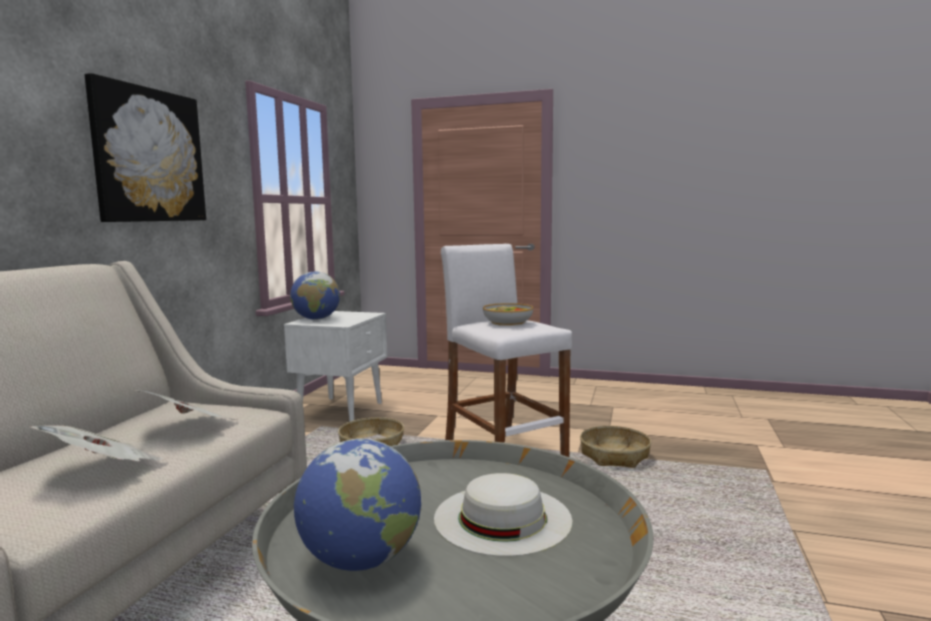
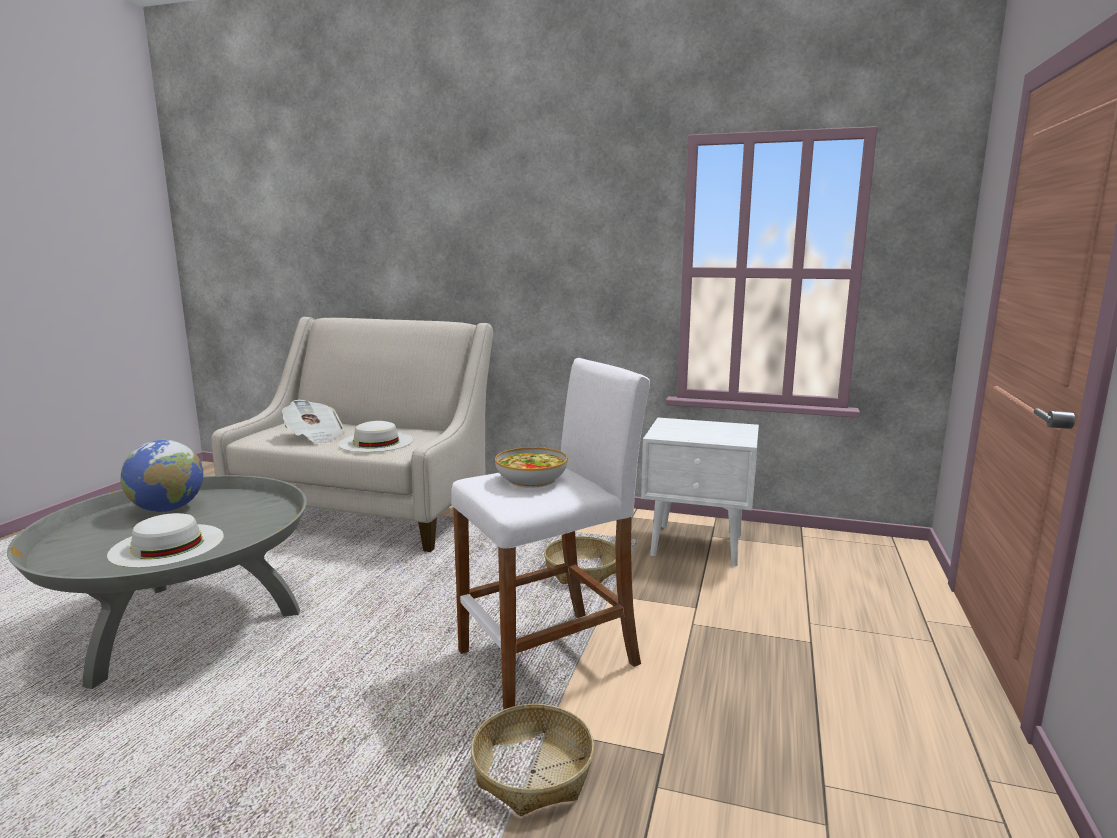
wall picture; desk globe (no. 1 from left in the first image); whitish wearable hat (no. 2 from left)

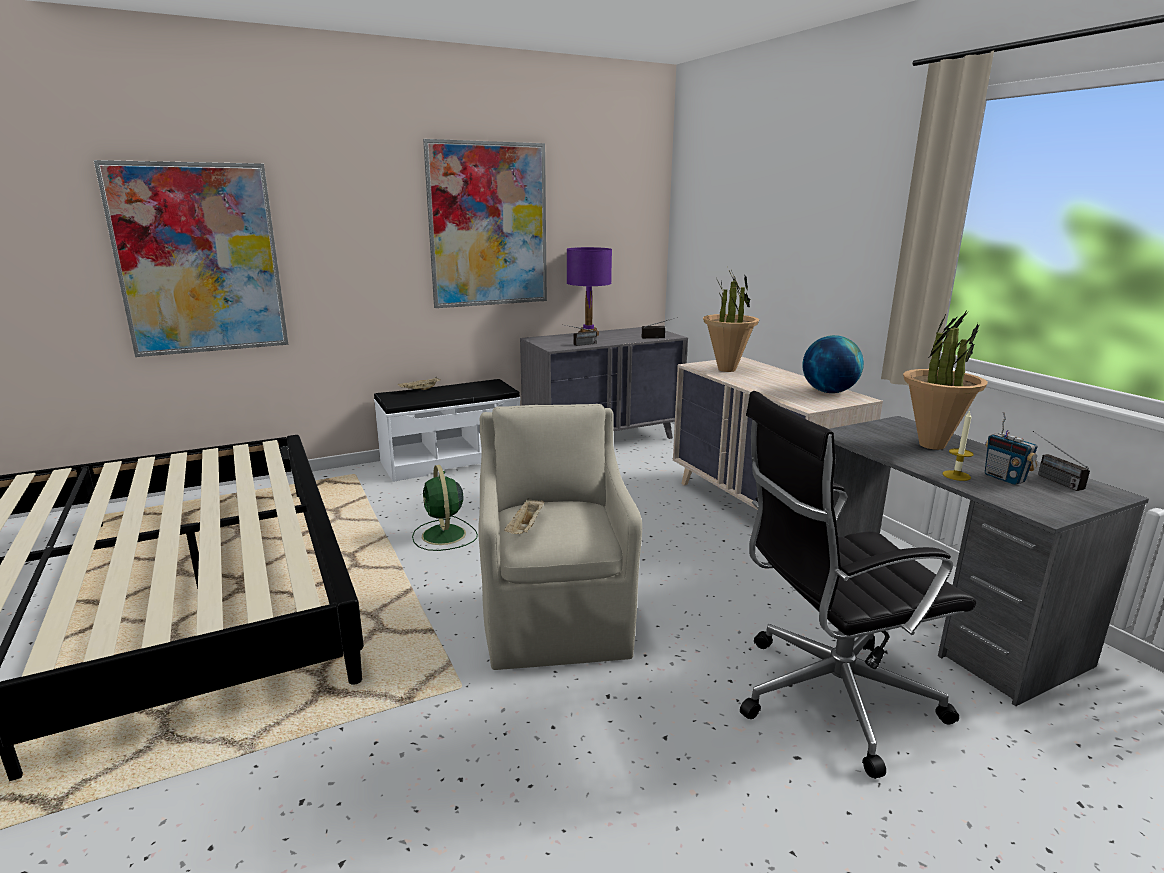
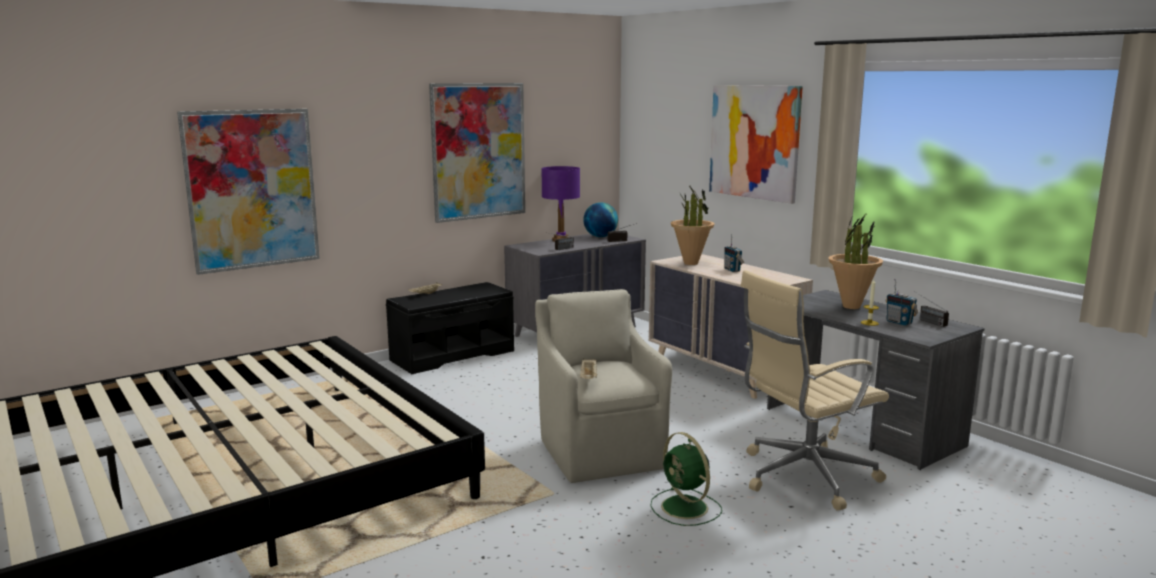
wall picture (no. 3 from left); radio (no. 3 from left); green fan; desk globe; blackish indoor bench; beige computer chair

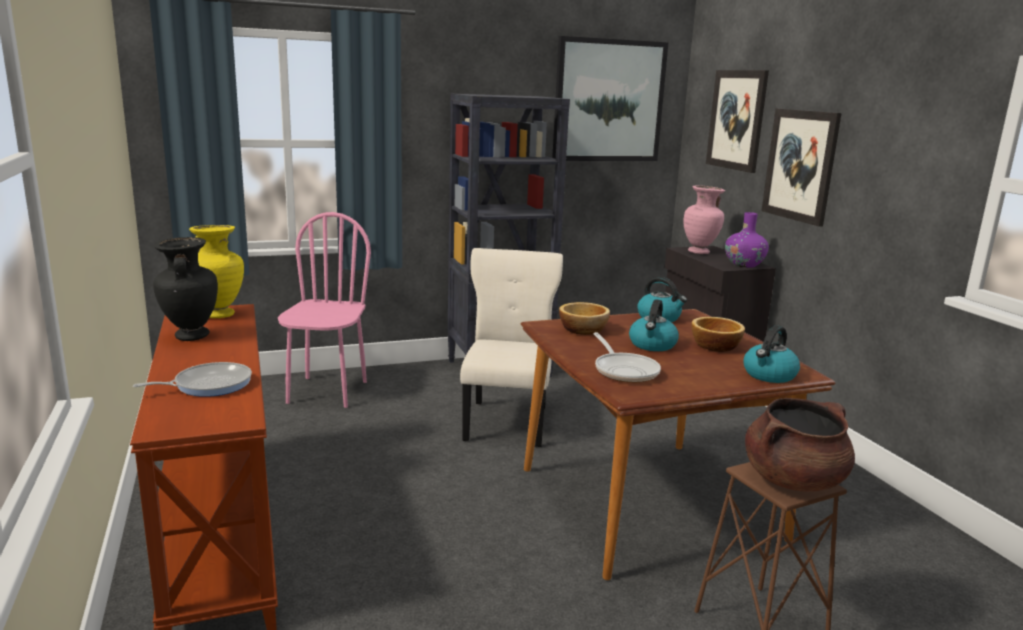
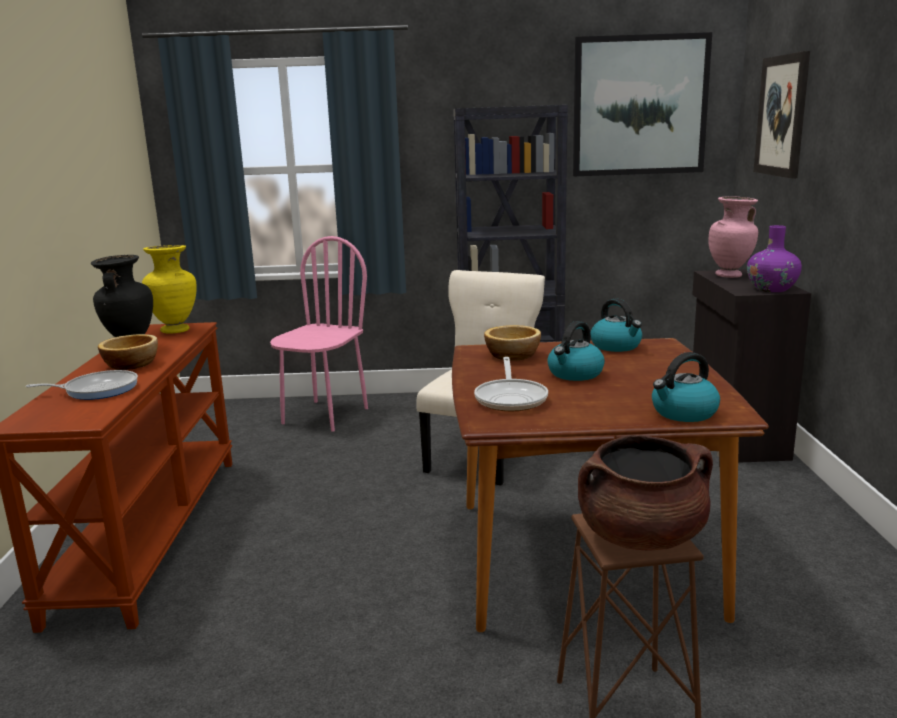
wall picture (no. 3 from left in the first image); bowl (no. 1 from left)

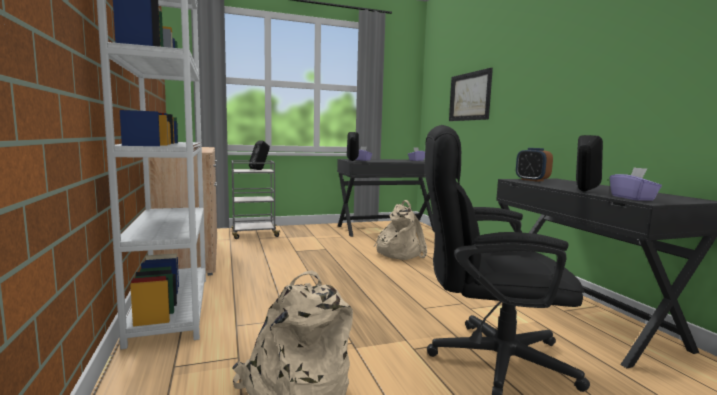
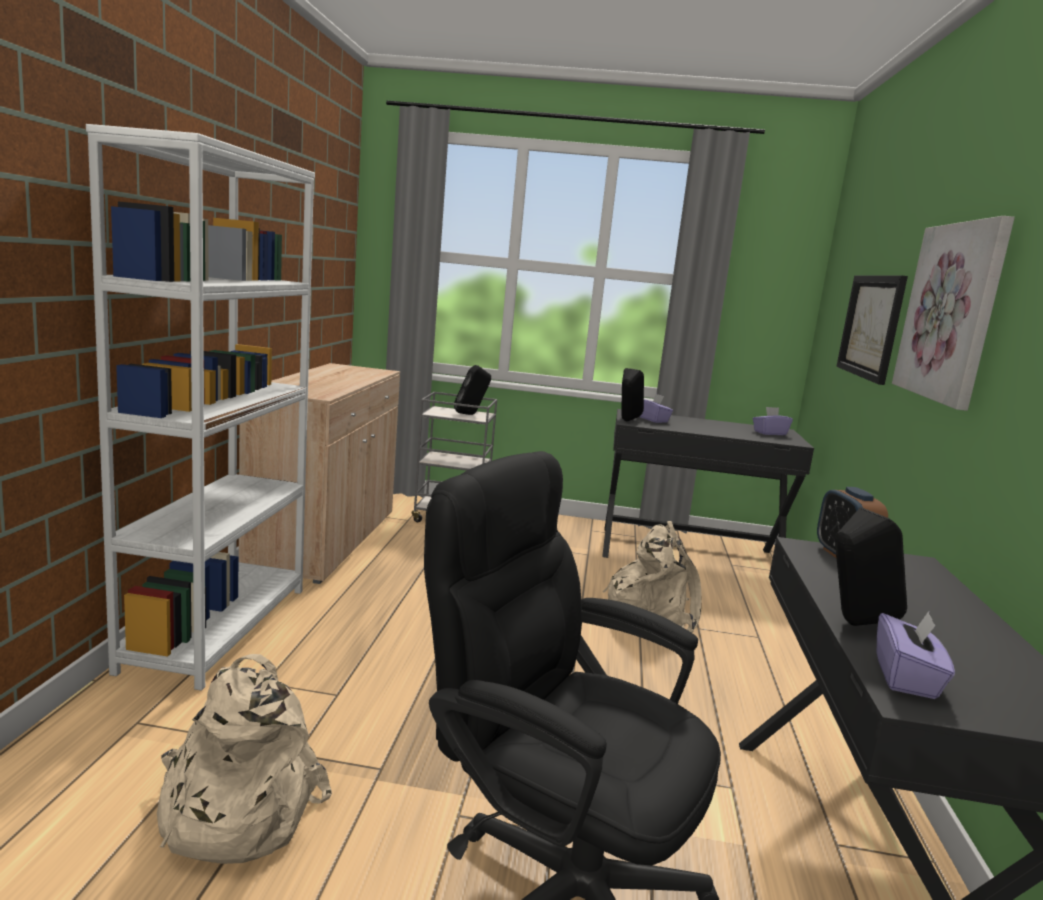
wall picture (no. 2 from left)

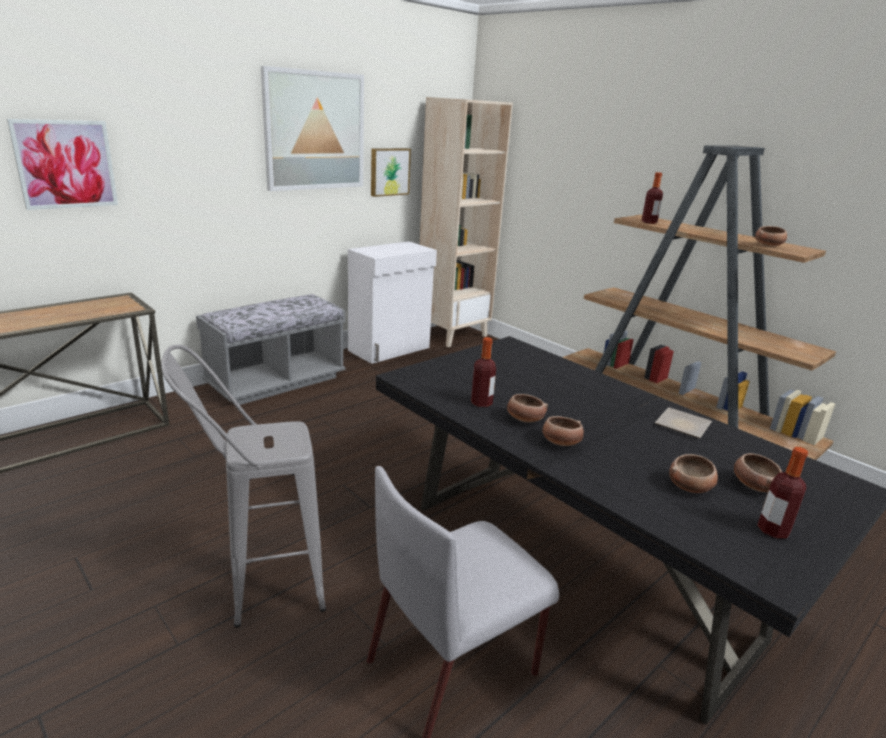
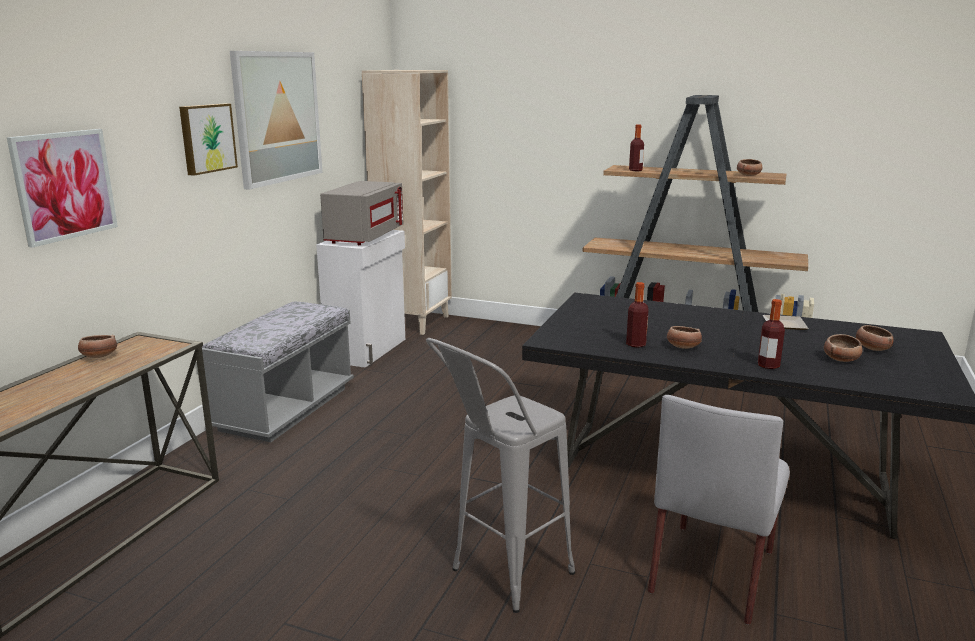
gray microwave; wall picture (no. 2 from left); bowl (no. 1 from left); bottle (no. 3 from left)

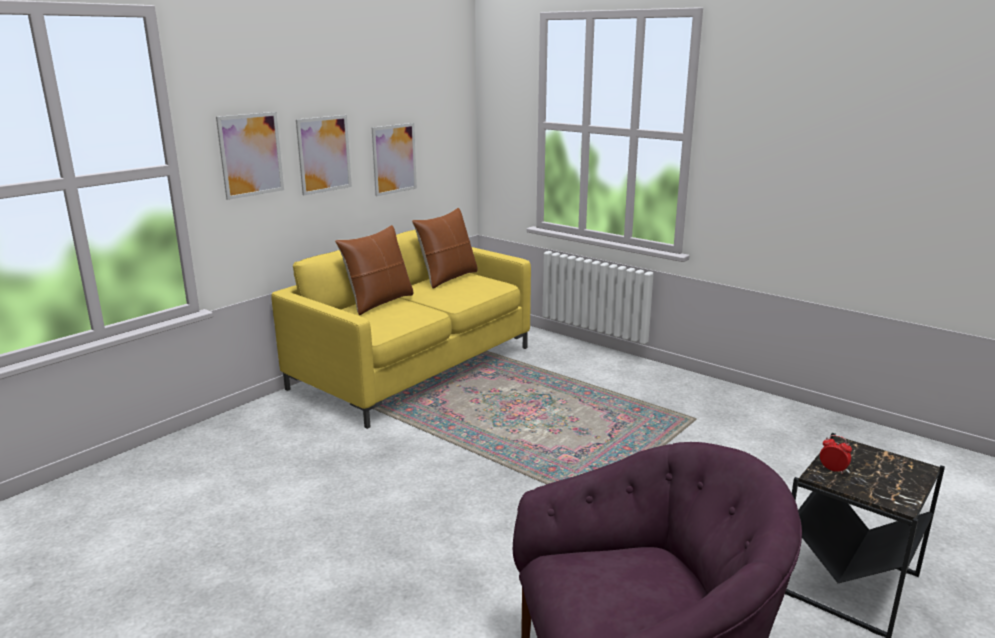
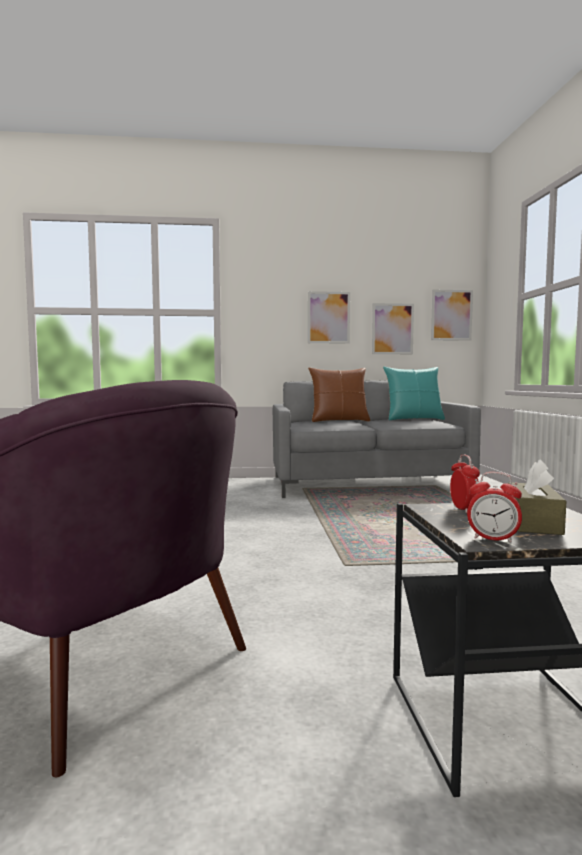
table clock (no. 2 from left); brownish tissue box; wall picture (no. 3 from left); gray settee; turquoise cushion

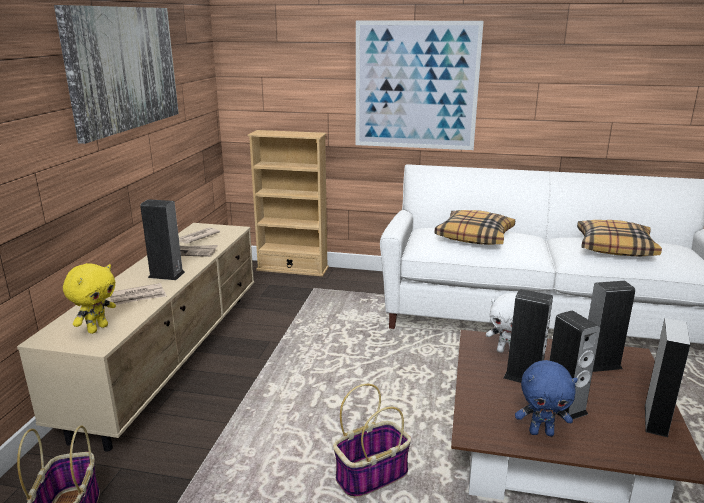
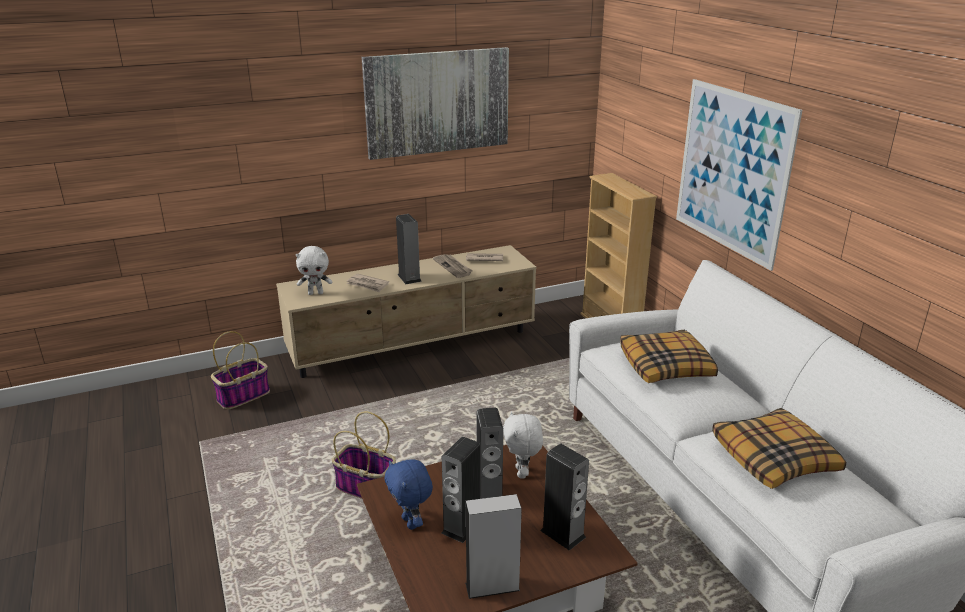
whitish plush toy (no. 1 from left)

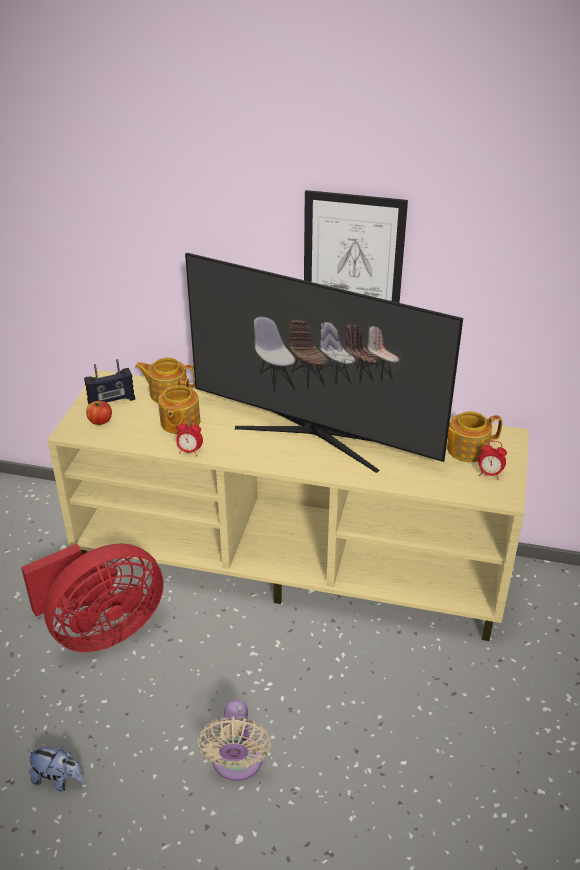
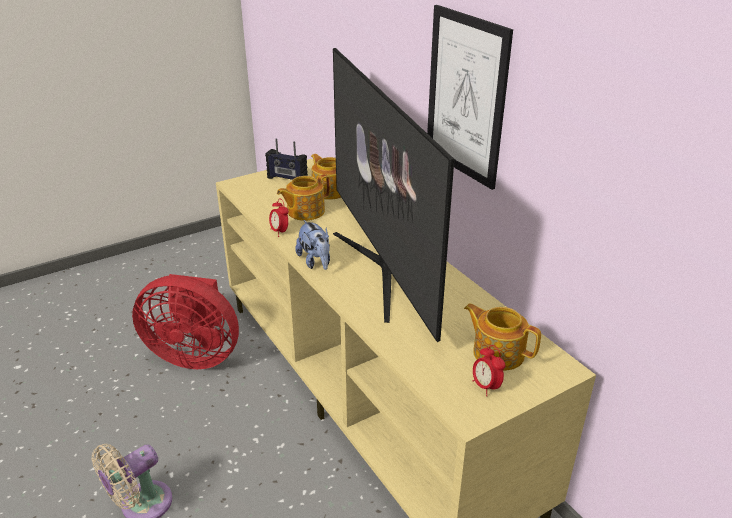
apple fruit; plush toy

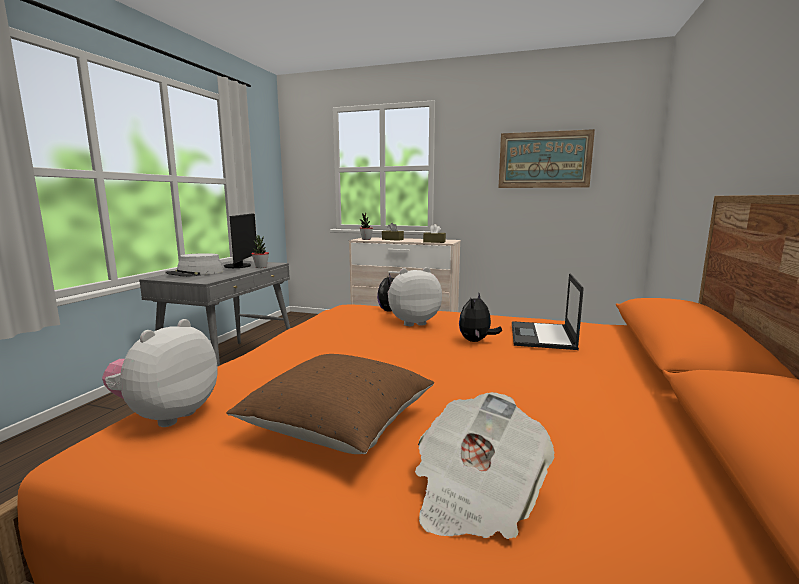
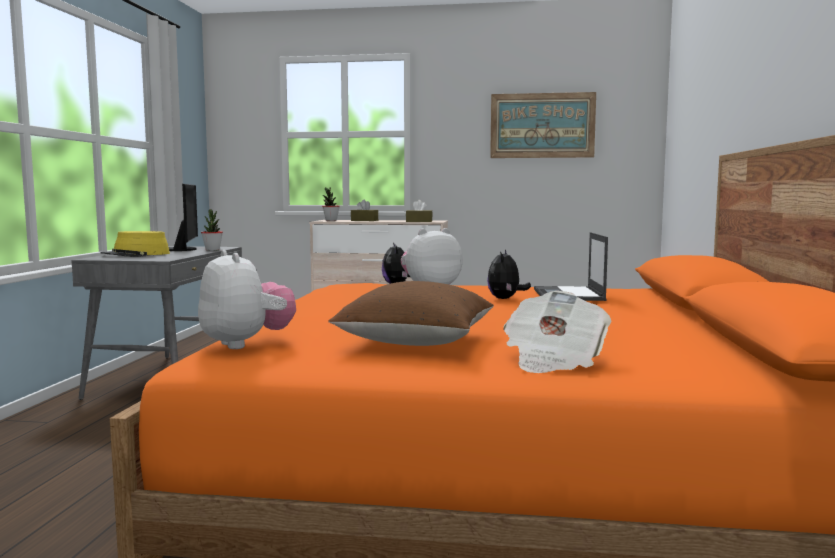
yellowish wearable hat; plush toy (no. 1 from left)

